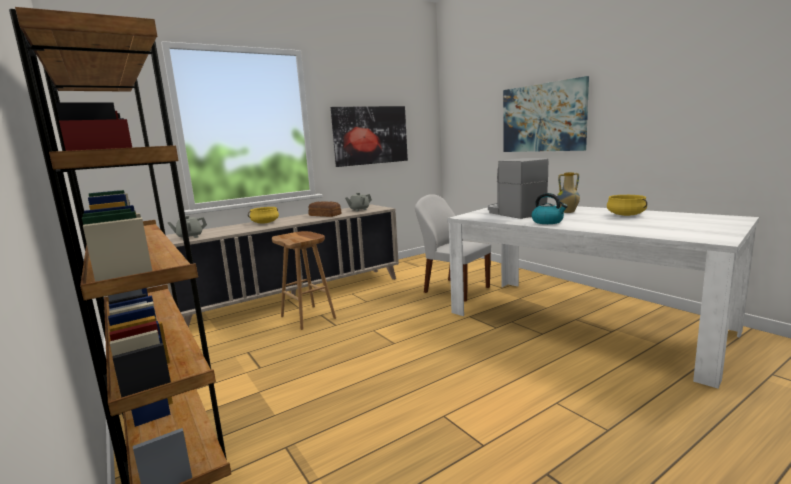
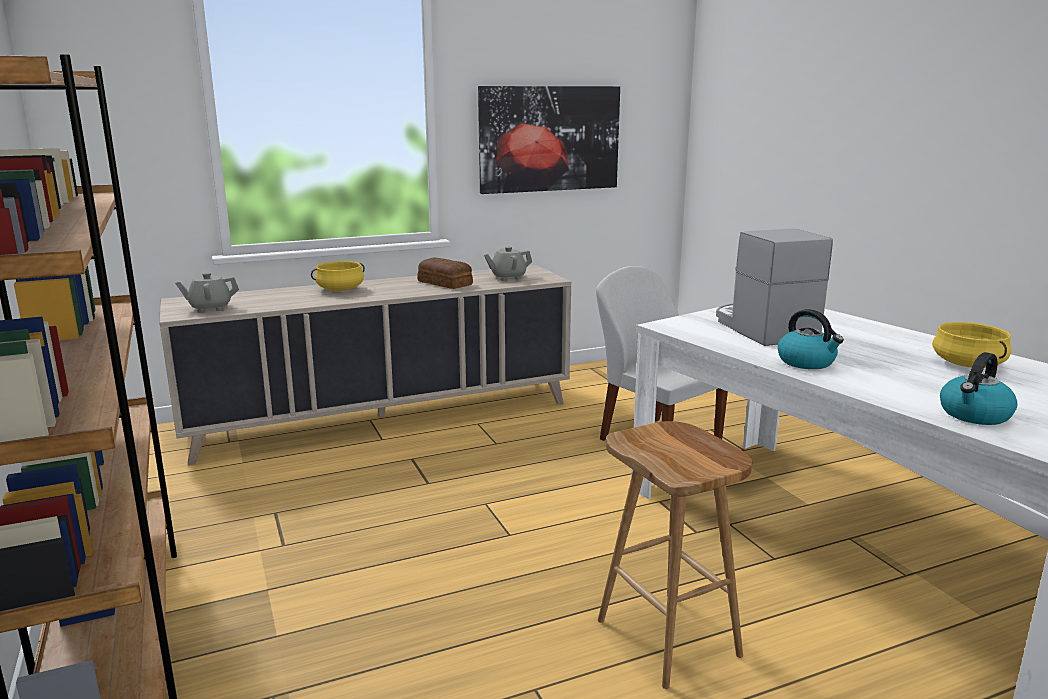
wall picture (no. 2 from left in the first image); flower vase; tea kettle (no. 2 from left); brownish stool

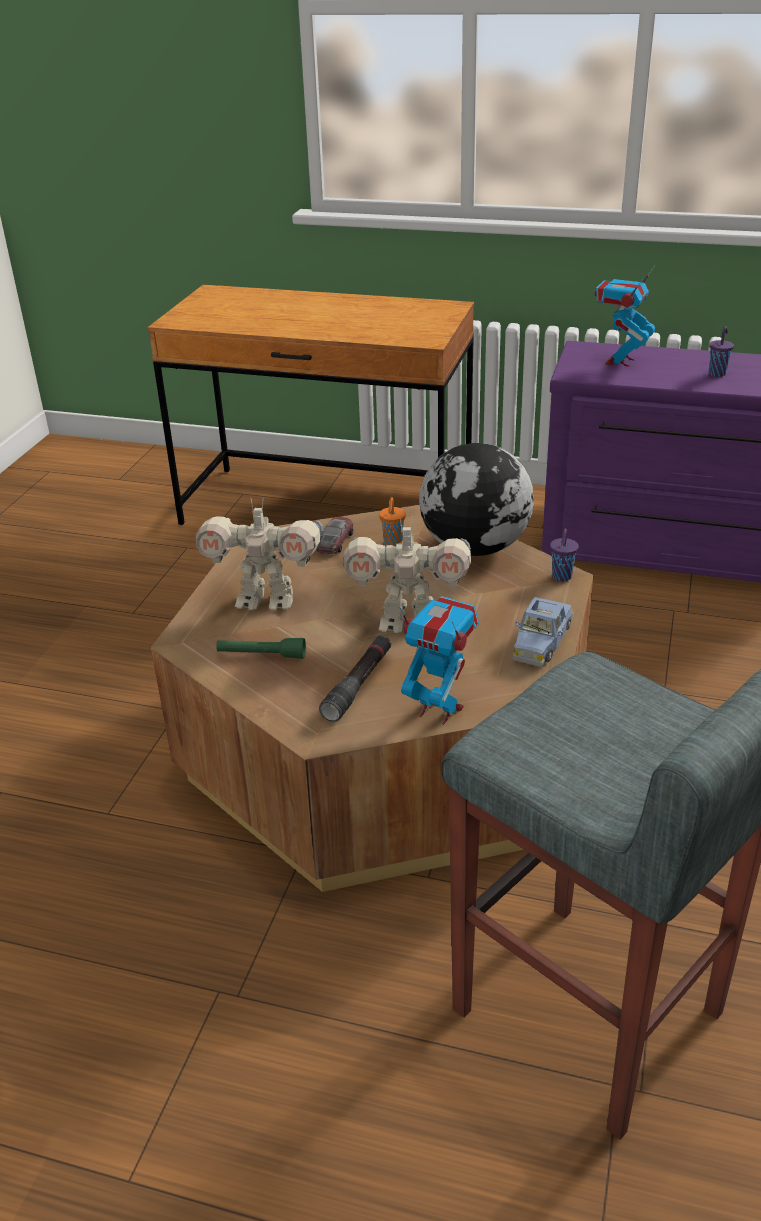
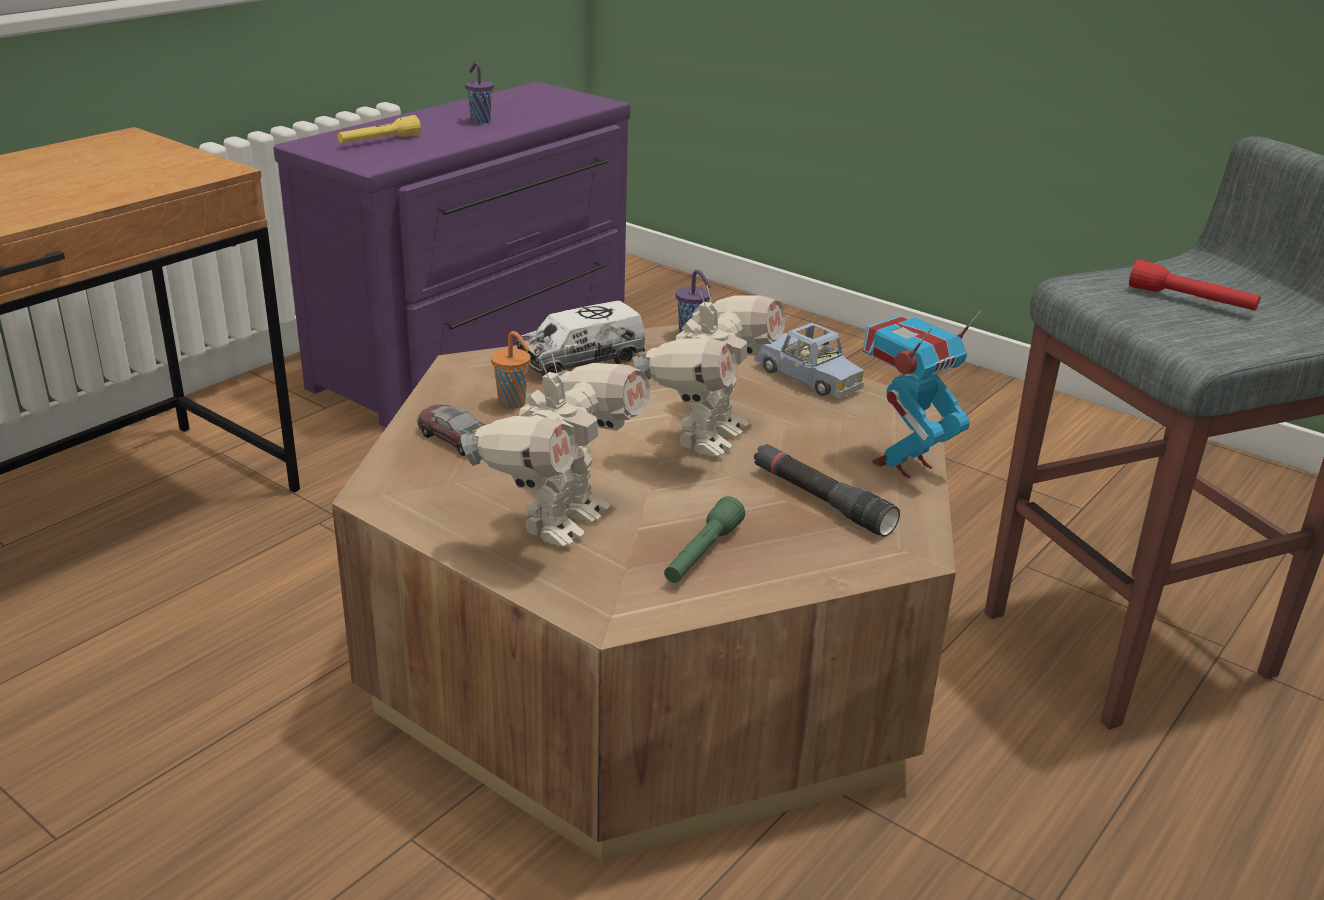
red hand torch; toy lorry; yellowish hand torch

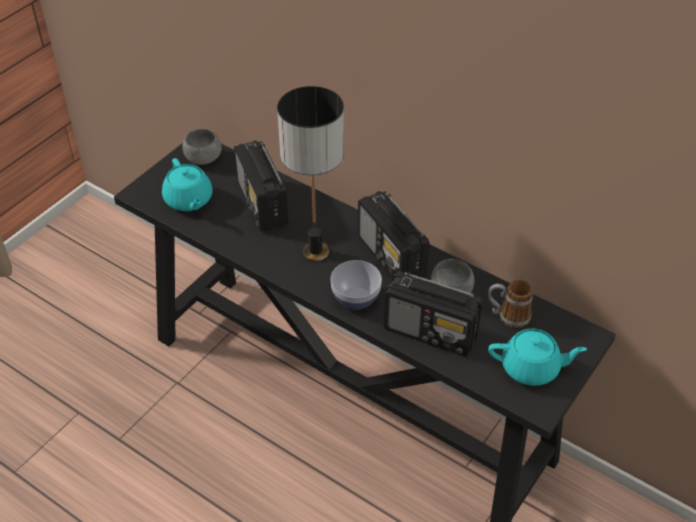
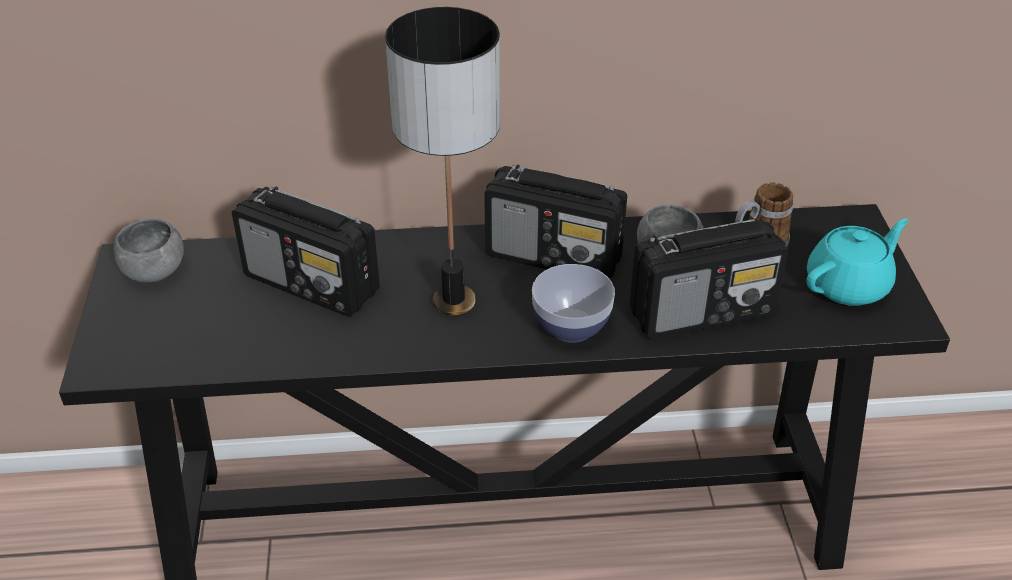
turquoise pot for tea (no. 1 from left in the first image)

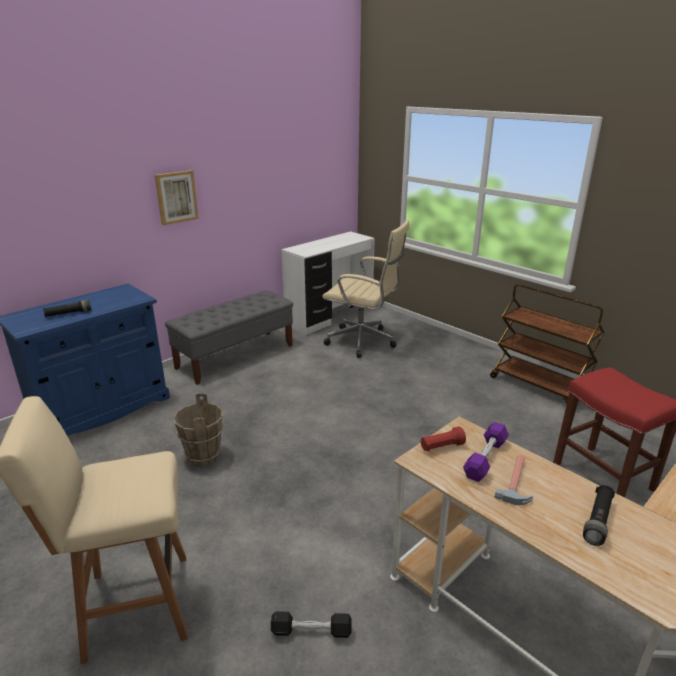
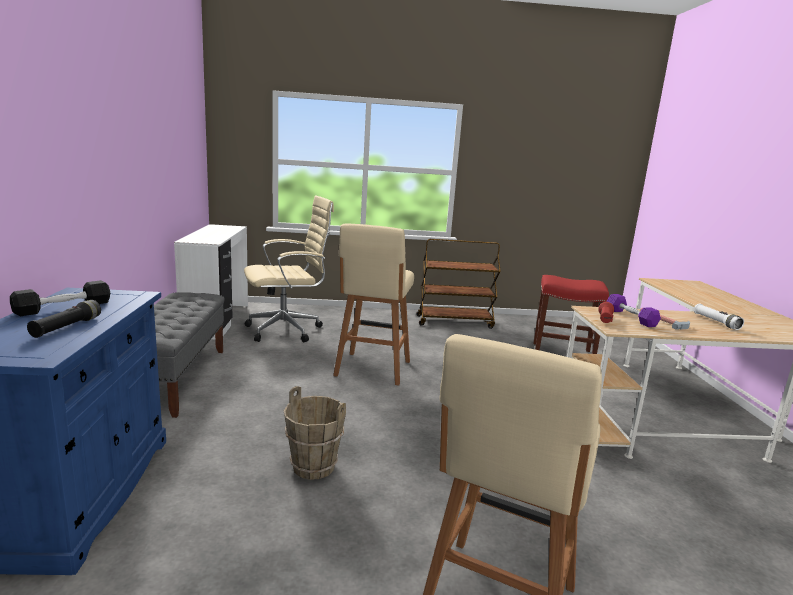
wall picture; beige stool (no. 1 from left); blackish dumbbell; whitish hand torch

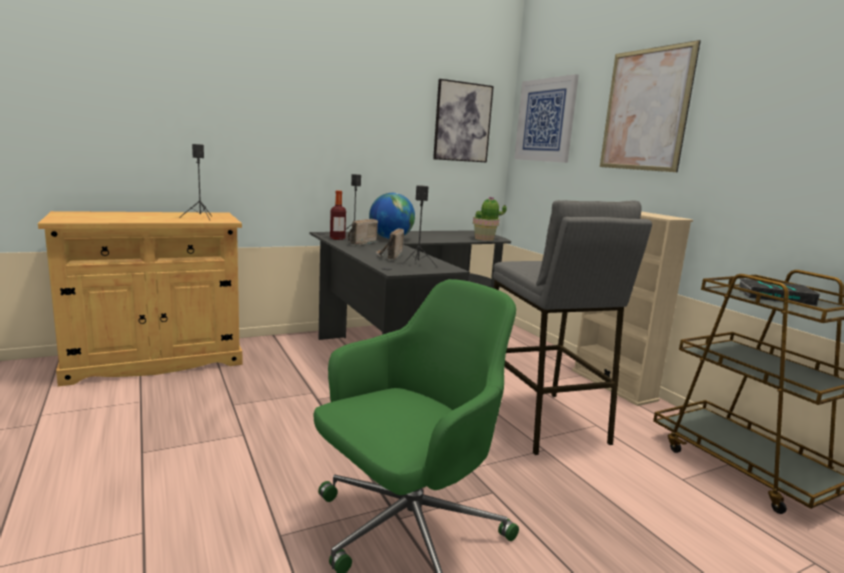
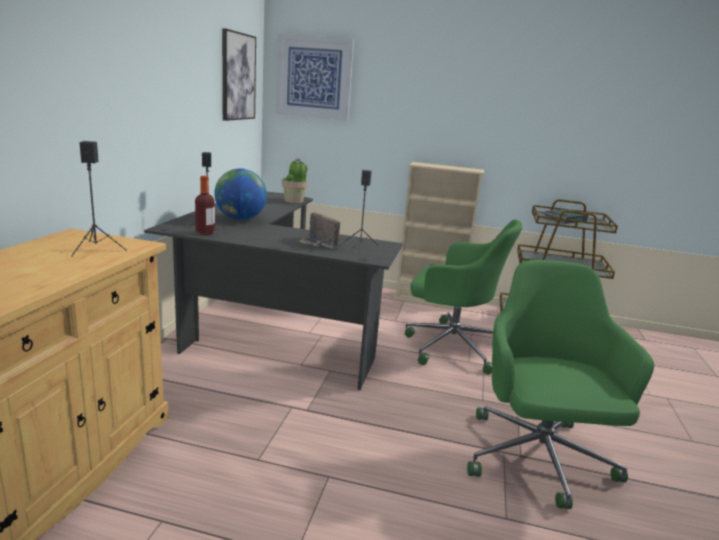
radio (no. 1 from left in the first image); wall picture (no. 3 from left in the first image); green computer chair (no. 1 from left)

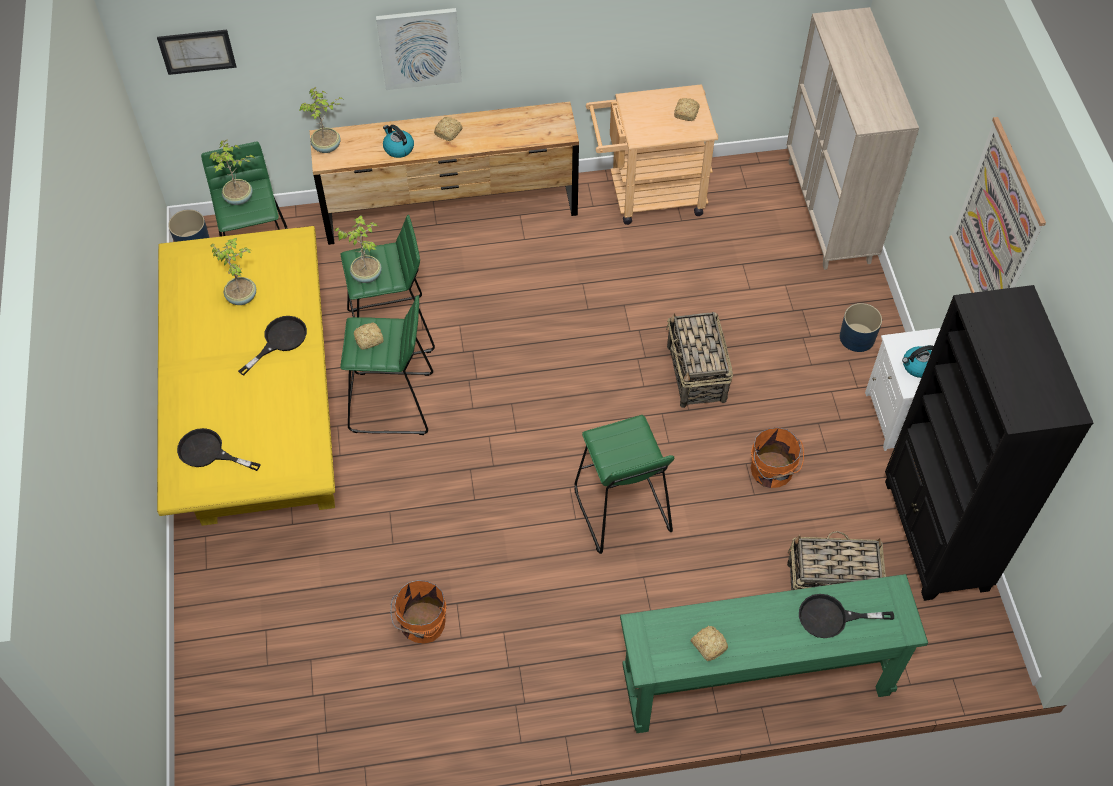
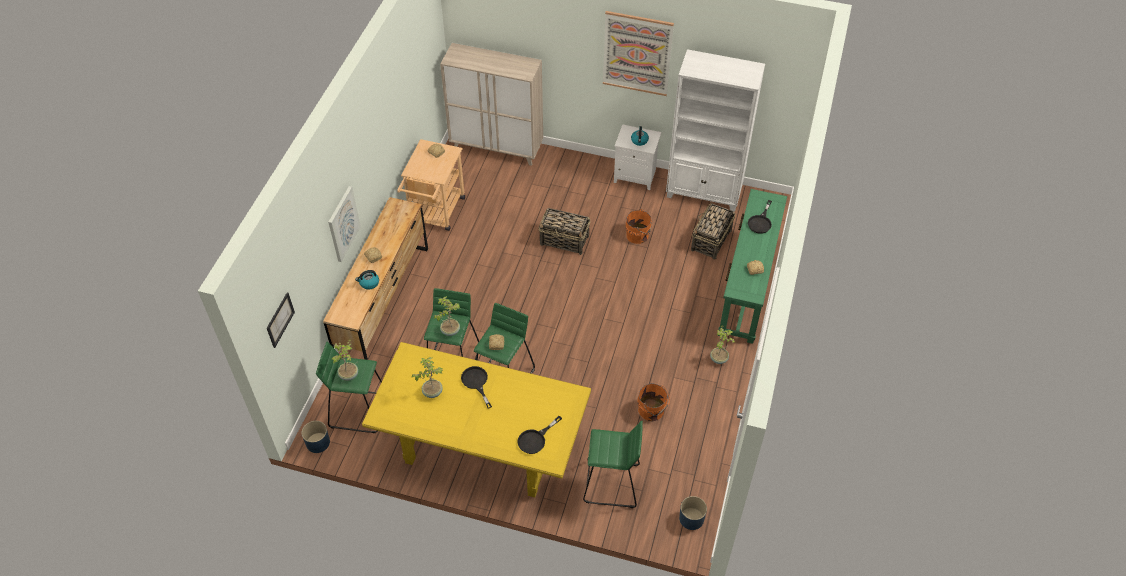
plant in a pot (no. 4 from left); green stool (no. 4 from left); bluish planter (no. 2 from left); whitish bookshelf

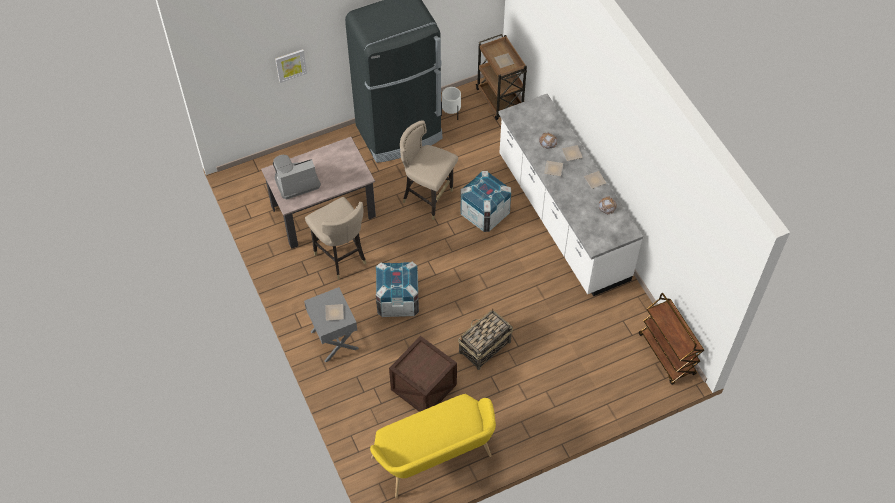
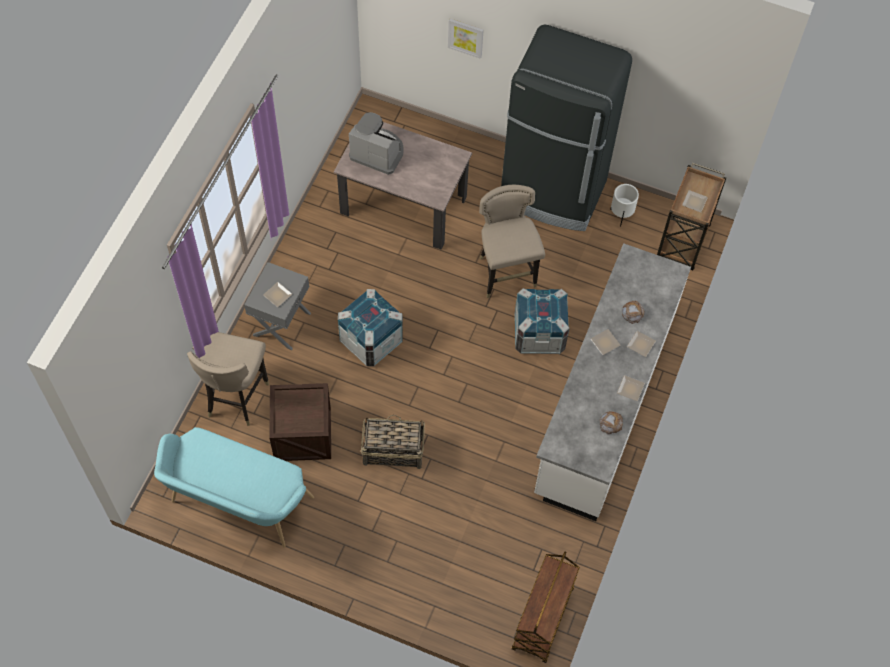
beige stool (no. 1 from left); turquoise indoor bench

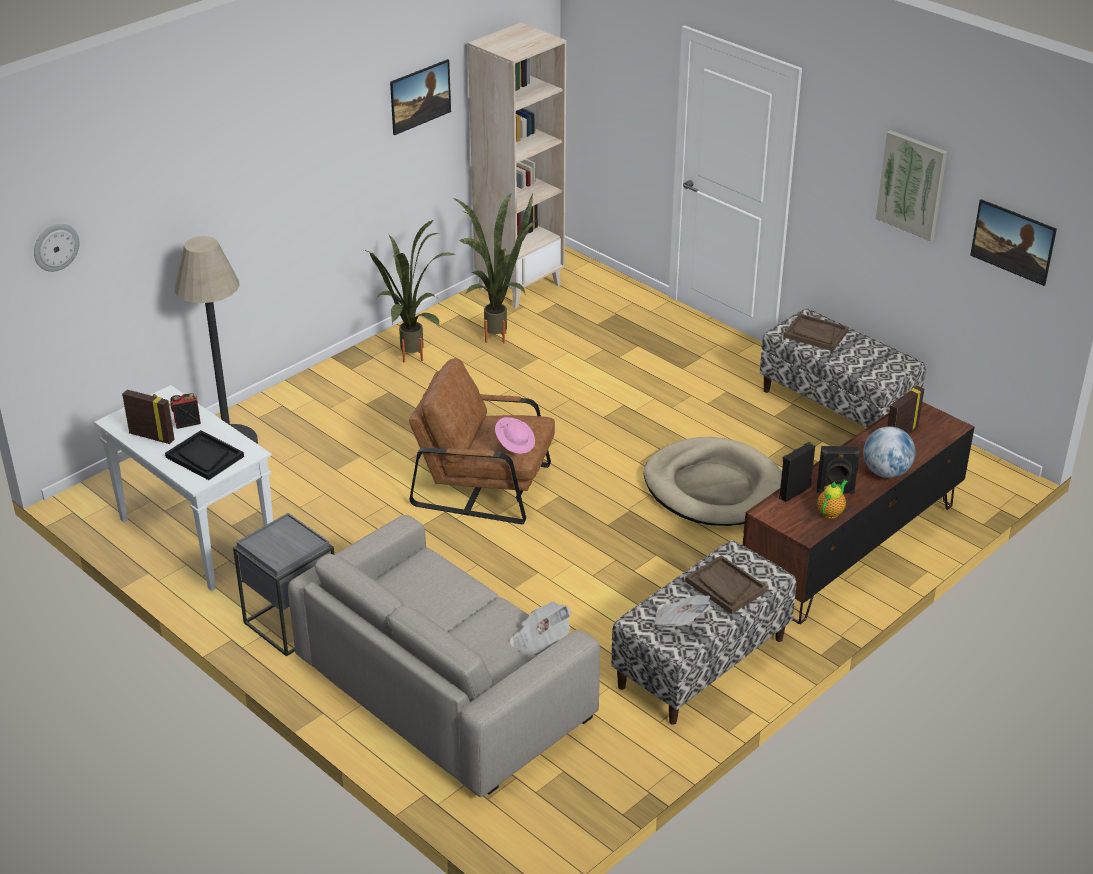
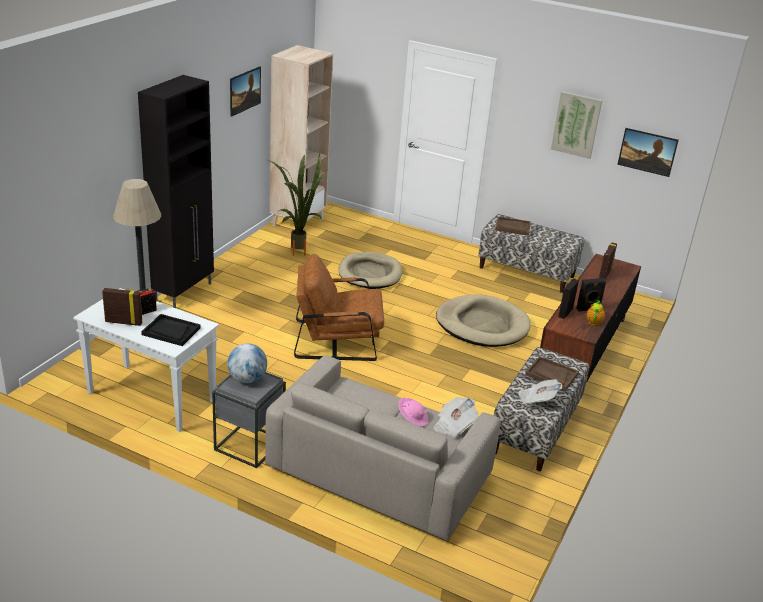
hanging clock; plant in a pot (no. 1 from left in the first image); blackish cupboard; beige pet bed (no. 1 from left); pink wearable hat; desk globe

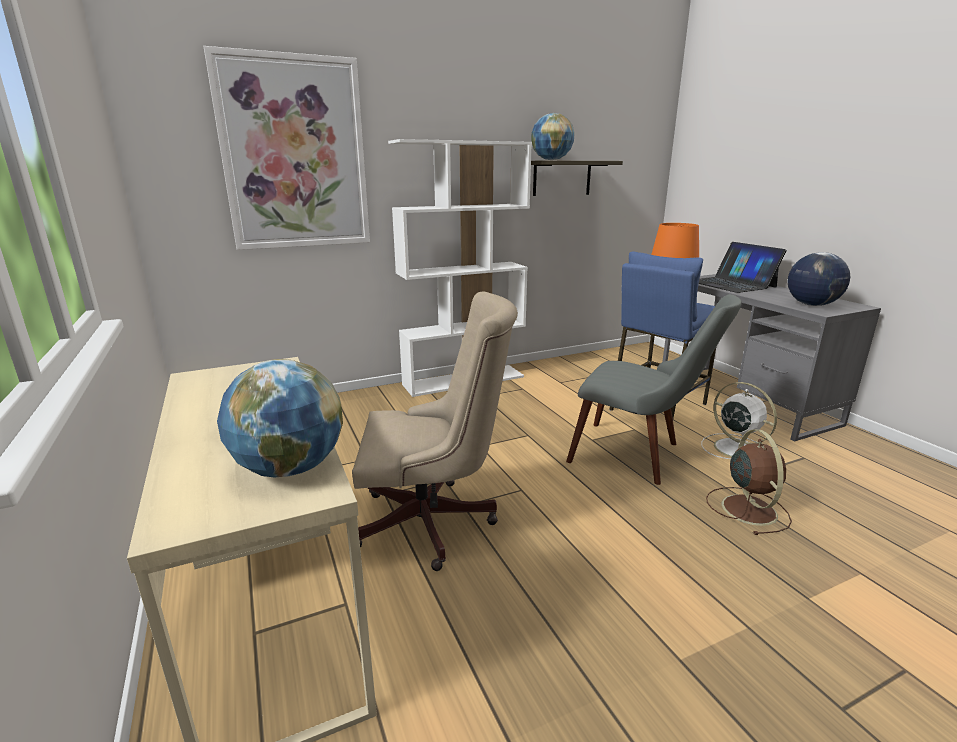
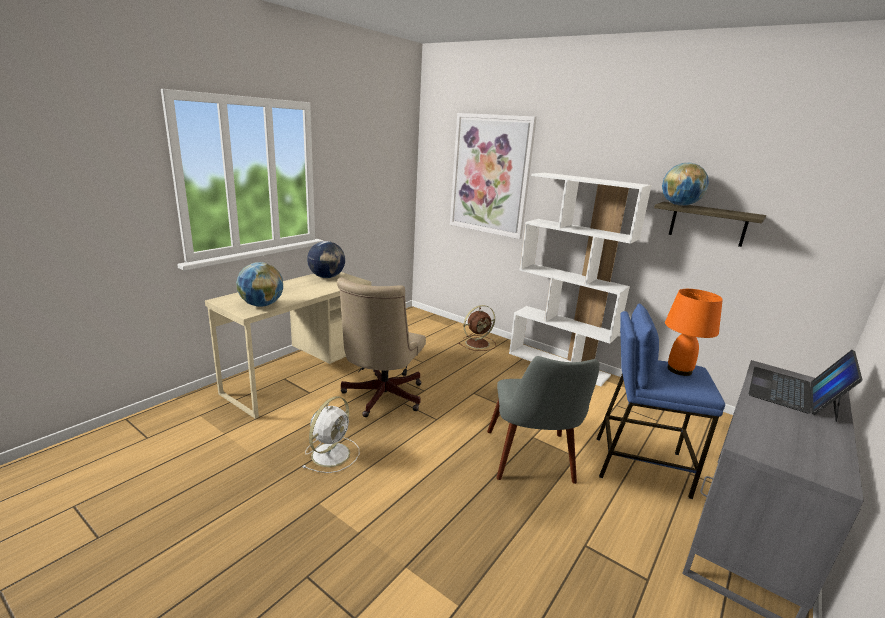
whitish fan; brownish fan; desk globe (no. 2 from left); beige computer chair

